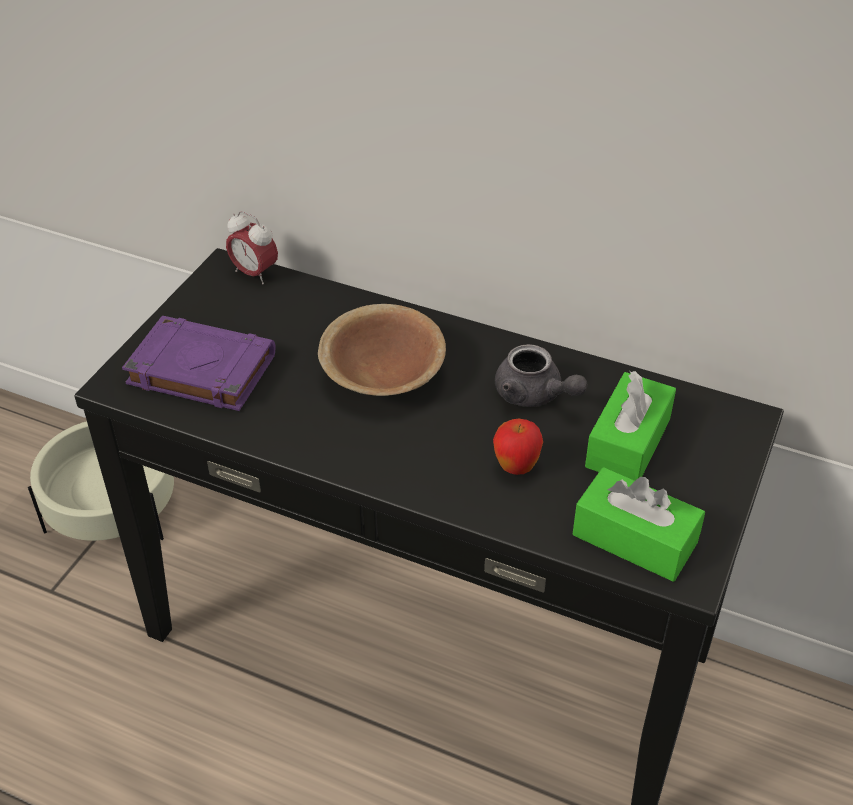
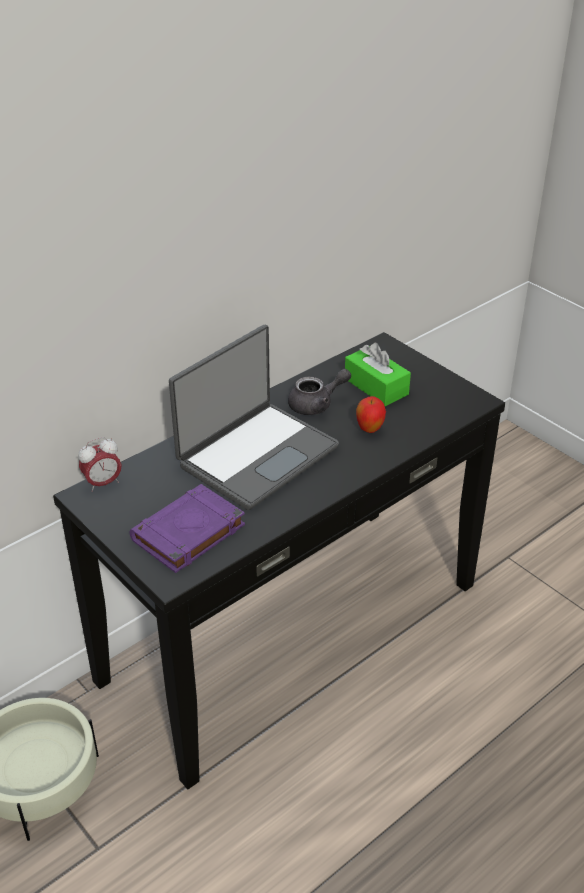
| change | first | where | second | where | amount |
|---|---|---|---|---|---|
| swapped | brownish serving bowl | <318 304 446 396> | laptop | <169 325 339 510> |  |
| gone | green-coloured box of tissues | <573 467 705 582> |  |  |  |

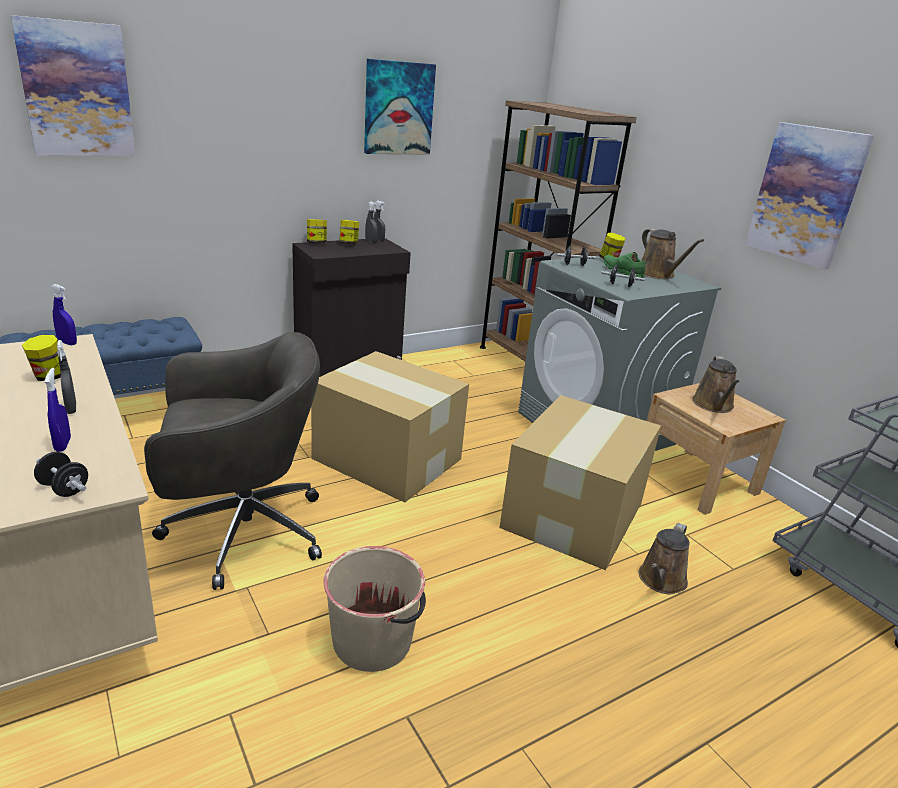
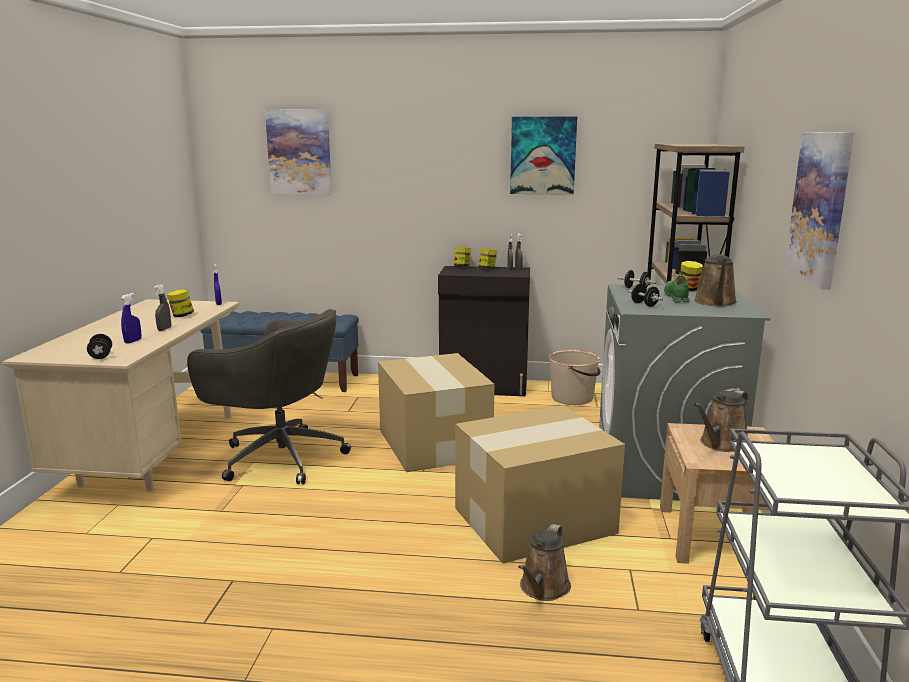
| change | first | where | second | where | amount |
|---|---|---|---|---|---|
| rotated | brownish watering can | <639 523 690 595> |  | <518 524 571 601> | 45 degrees counterclockwise |
| shifted | sand-coloured water bucket | <323 546 426 672> |  | <548 350 601 405> |  |

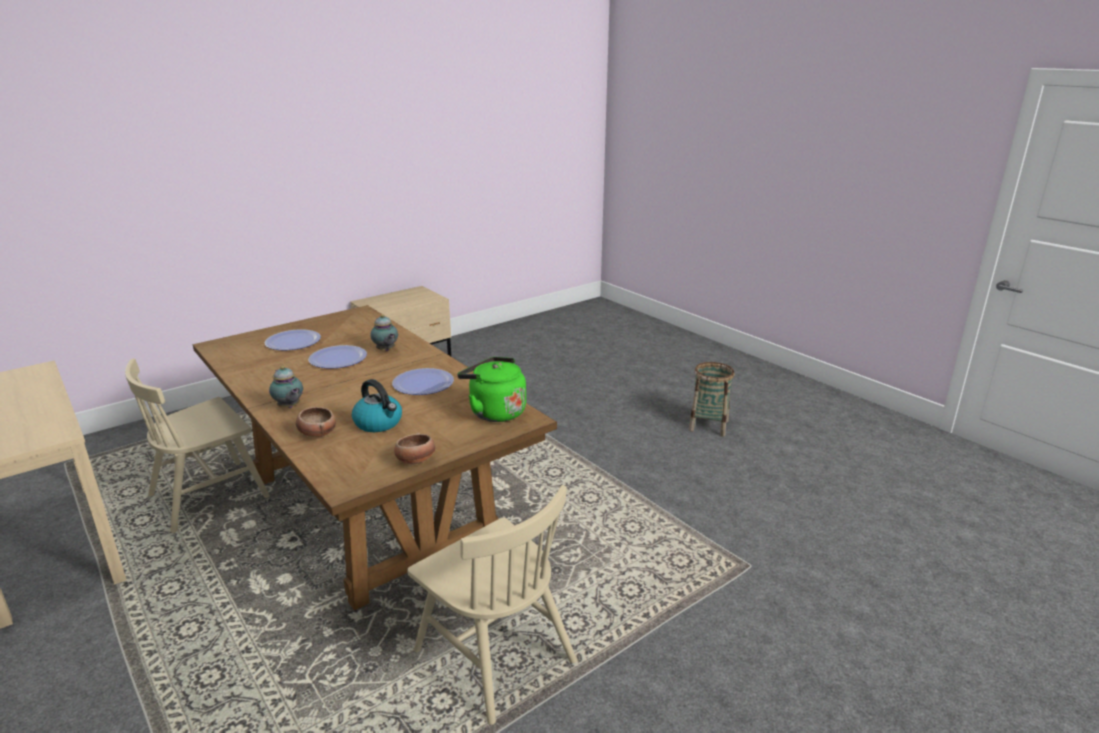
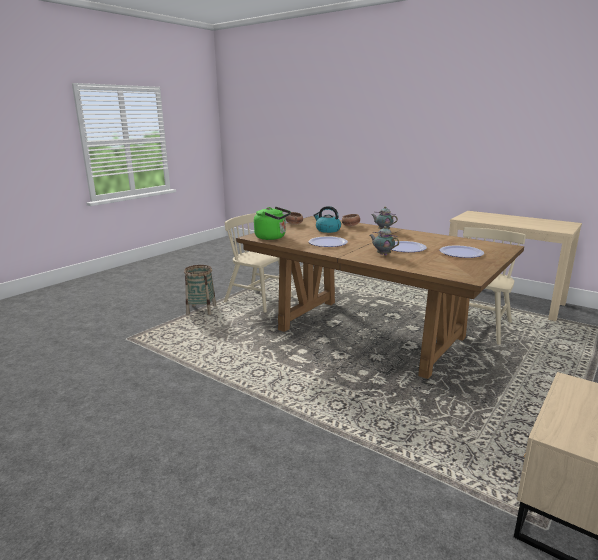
| change | first | where | second | where | amount |
|---|---|---|---|---|---|
| shifted | household basket | <689 362 735 437> |  | <184 265 216 315> |  |

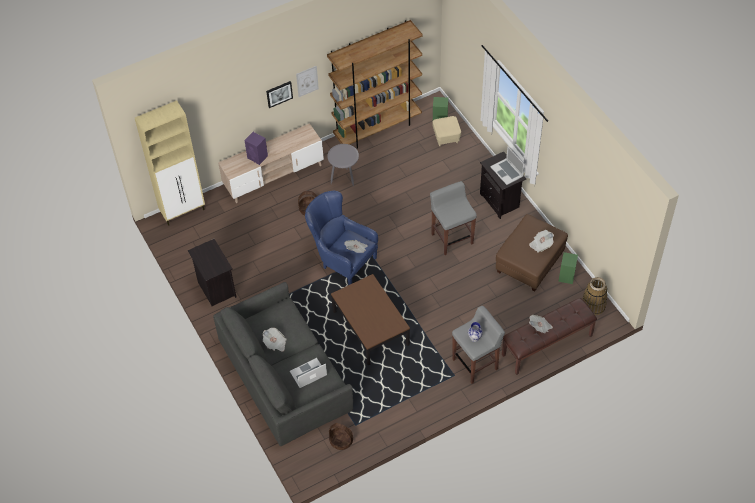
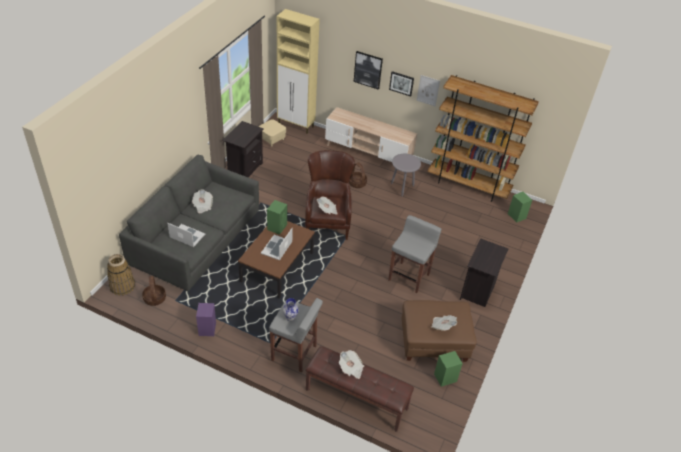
| change | first | where | second | where | amount |
|---|---|---|---|---|---|
| shifted | sand-coloured footrest | <432 116 461 146> |  | <258 119 286 146> |  |
| shifted | purple-coloured speaker | <244 132 268 165> |  | <196 303 216 336> |  |
| shifted | laptop | <490 146 525 185> |  | <261 228 293 260> |  |
| repainted | blue easy chair | <305 191 378 285> | brownish easy chair | <305 150 355 240> |  |
| shifted | household basket | <582 277 607 316> |  | <107 254 135 296> |  |
| new |  |  | wall picture | <354 51 383 90> |  |
| new |  |  | green-coloured speaker | <267 200 287 235> |  |

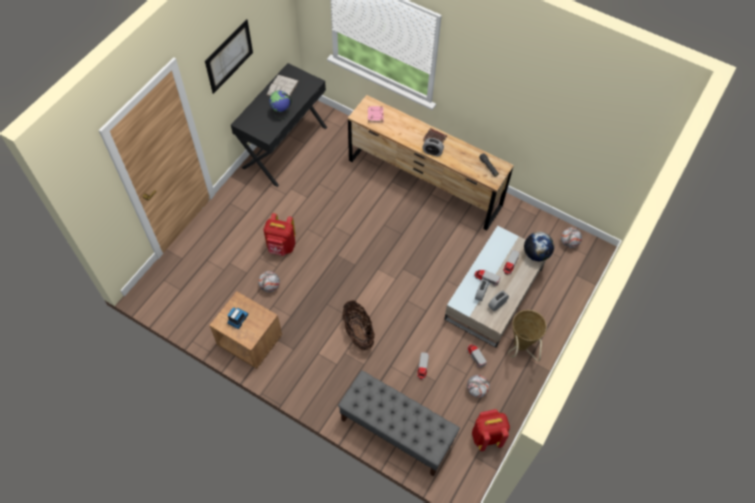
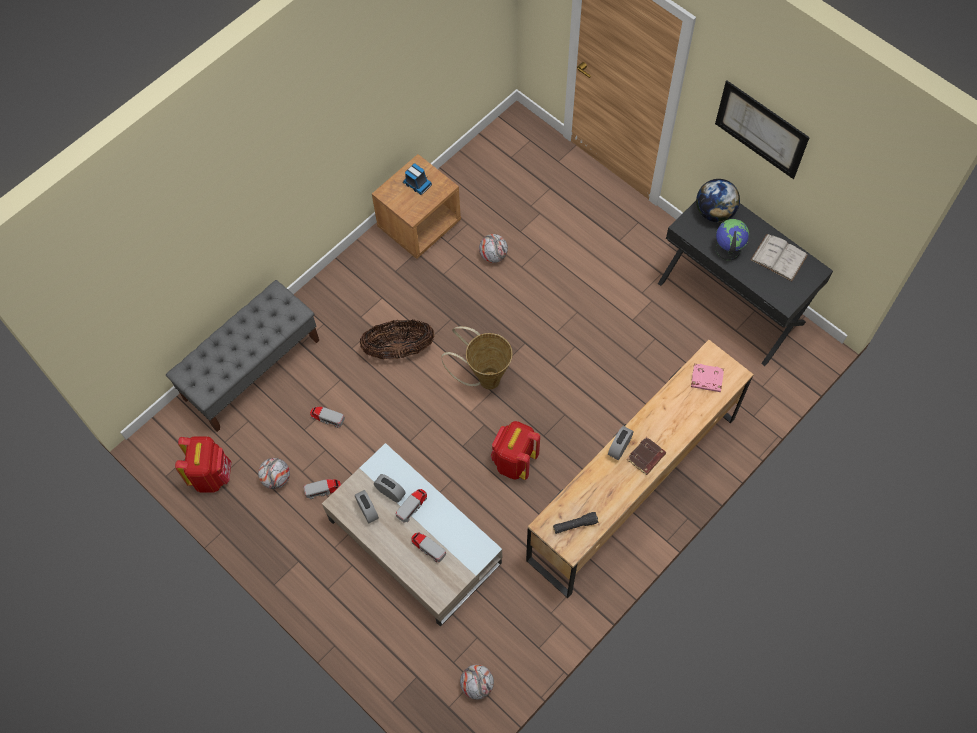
| change | first | where | second | where | amount |
|---|---|---|---|---|---|
| shifted | red-coloured rucksack | <263 213 295 256> |  | <491 421 540 480> |  |
| shifted | globe | <524 232 554 261> |  | <696 179 740 222> |  |
| shifted | household basket | <508 310 547 361> |  | <441 326 513 390> |  |

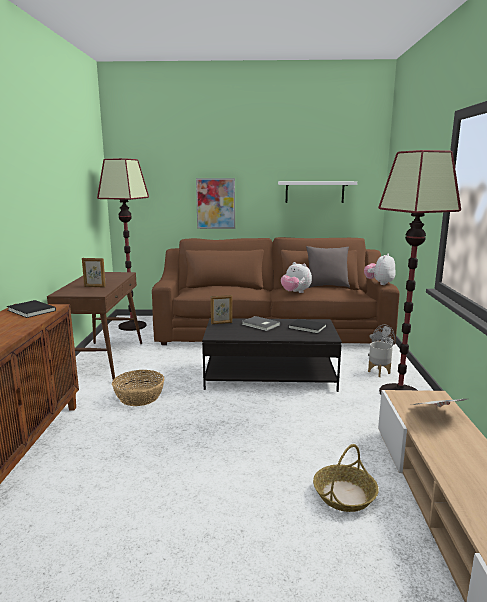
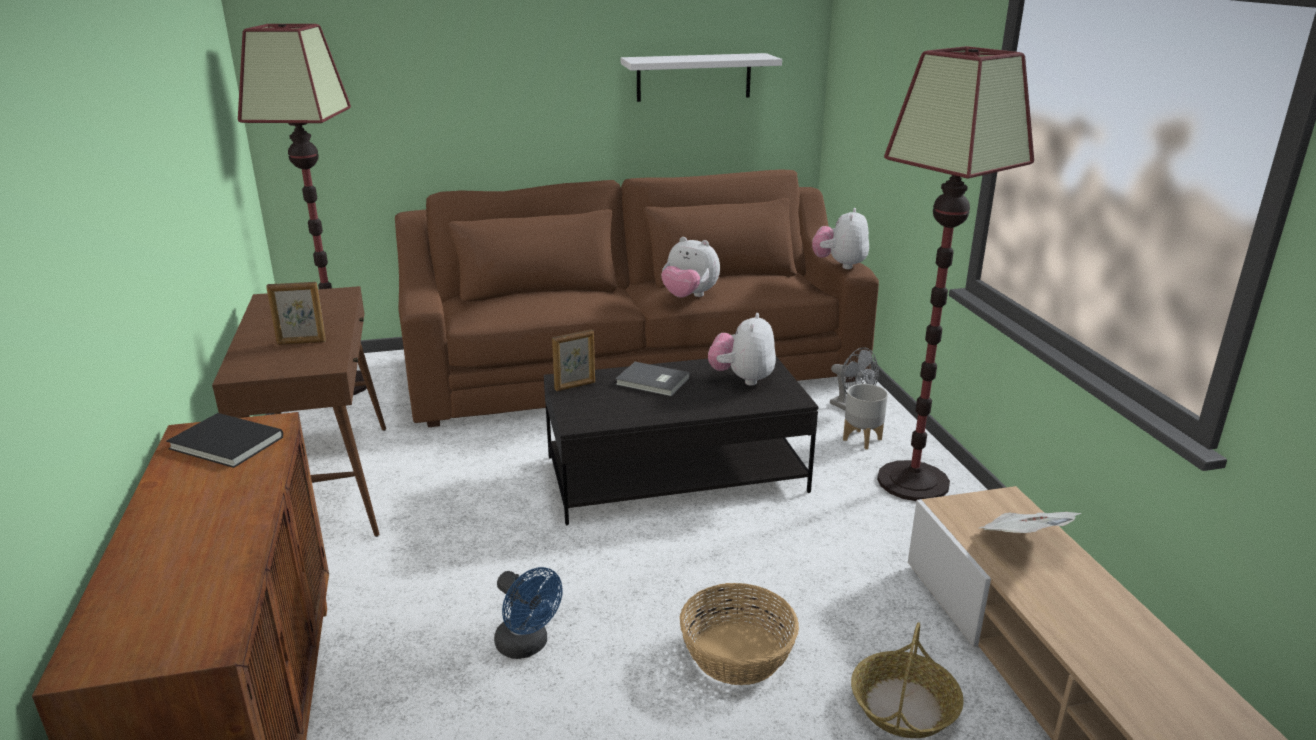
| change | first | where | second | where | amount |
|---|---|---|---|---|---|
| gone | wall picture | <196 178 235 229> |  |  |  |
| gone | grey cushion | <306 246 350 288> |  |  |  |
| swapped | black bound book | <289 319 327 334> | cuddly toy | <708 313 776 386> |  |
| shifted | household basket | <112 370 165 406> |  | <680 583 799 685> |  |
| new |  |  | blue fan | <494 567 563 659> |  |

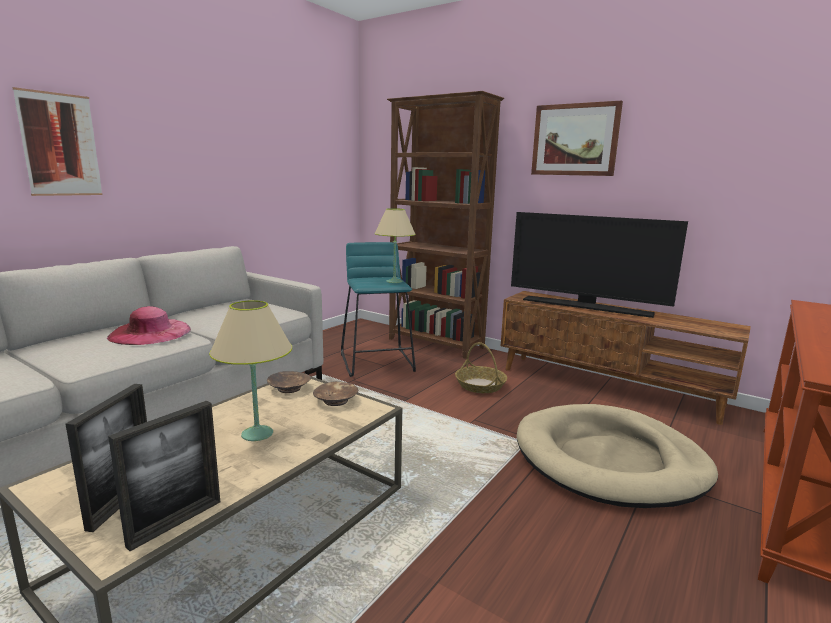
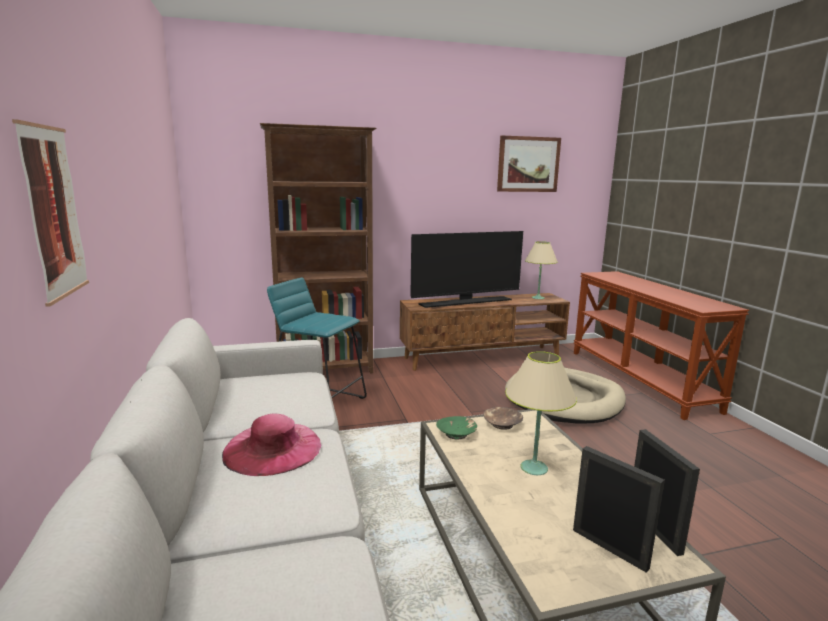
| change | first | where | second | where | amount |
|---|---|---|---|---|---|
| shifted | wall picture | <531 101 623 176> |  | <497 135 561 192> |  |
| shifted | sand-coloured lamp for a table | <374 208 416 283> |  | <525 241 558 299> |  |
| gone | household basket | <455 342 507 393> |  |  |  |
| repainted | brownish serving bowl | <267 371 311 393> | green-coloured serving bowl | <436 416 477 439> |  |

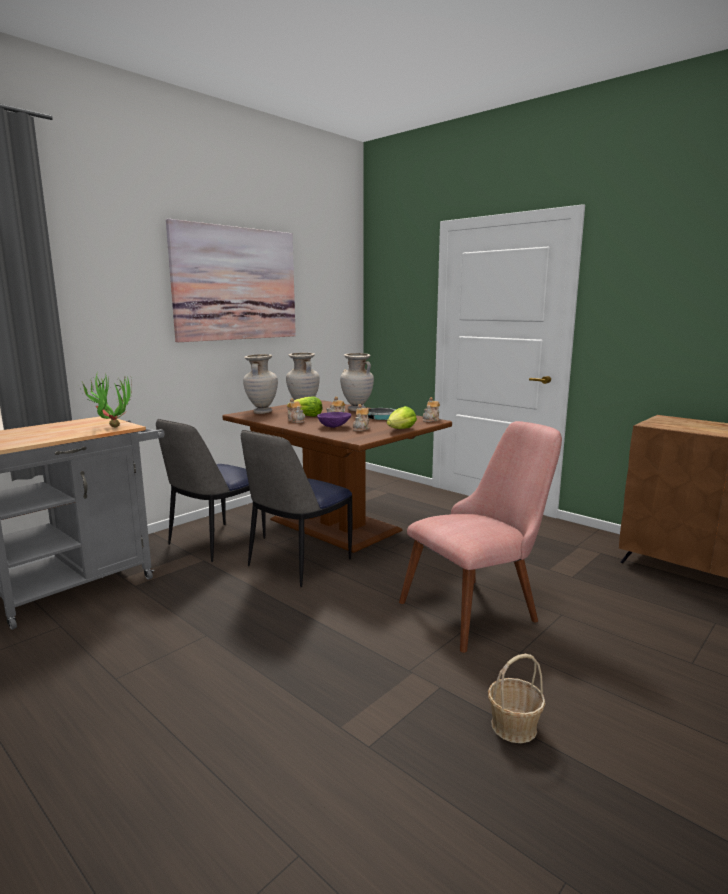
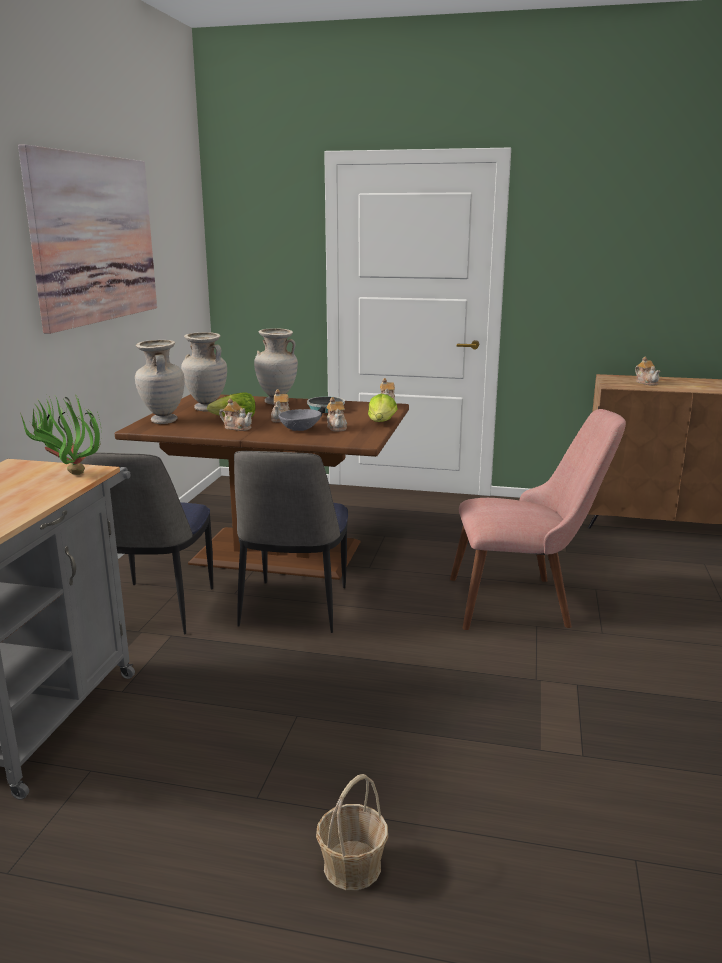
| change | first | where | second | where | amount |
|---|---|---|---|---|---|
| repainted | purple-coloured serving bowl | <317 412 351 428> | grey serving bowl | <279 409 322 431> |  |
| rotated | pink upright chair | <399 421 562 653> |  | <450 409 626 630> | 60 degrees clockwise |
| shifted | household basket | <488 654 546 743> |  | <316 774 388 890> |  |
| new |  |  | pot for tea | <635 357 660 386> |  |

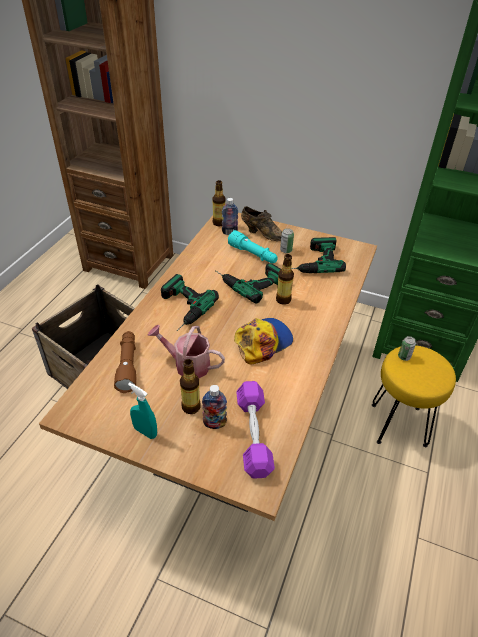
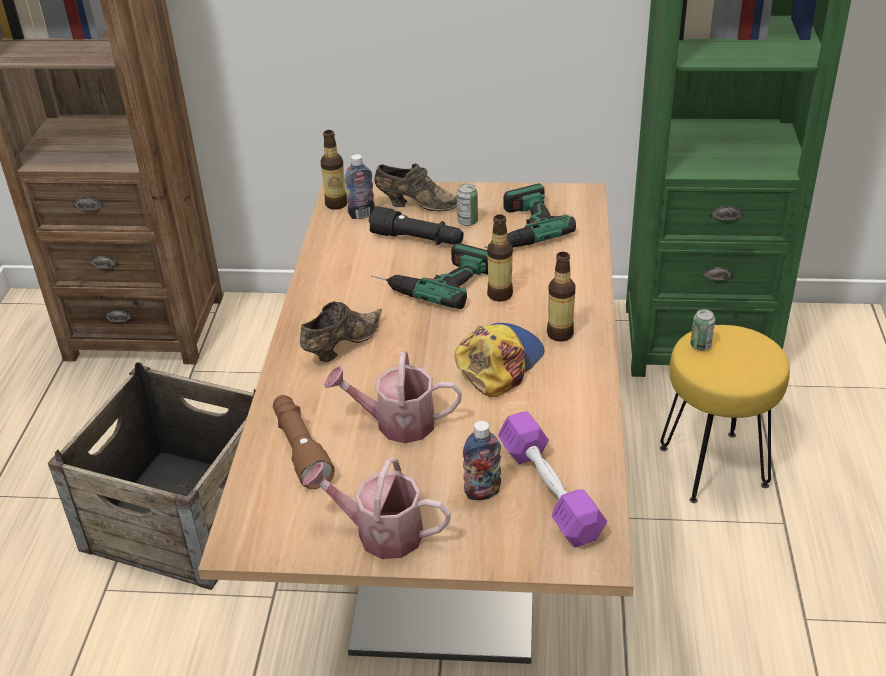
| change | first | where | second | where | amount |
|---|---|---|---|---|---|
| repainted | blue-green flashlight | <228 230 278 263> | black flashlight | <369 206 464 245> |  |
| swapped | power drill | <161 274 219 331> | brownish shoe | <300 301 382 362> |  |
| shifted | bottle | <180 359 201 414> |  | <547 252 575 341> |  |
| swapped | blue-green sprayer | <128 382 157 439> | watering can | <303 458 451 559> |  |

